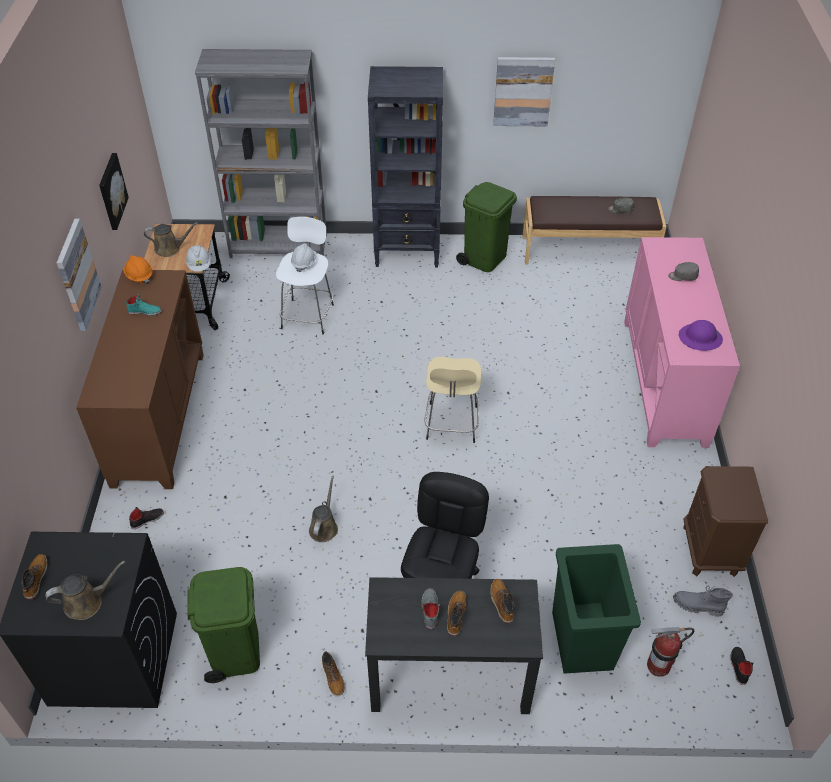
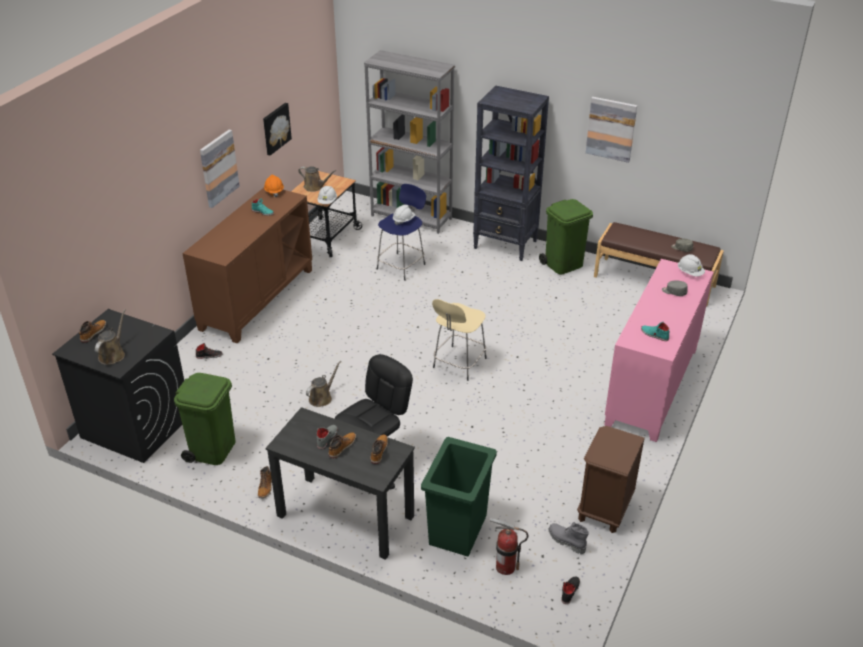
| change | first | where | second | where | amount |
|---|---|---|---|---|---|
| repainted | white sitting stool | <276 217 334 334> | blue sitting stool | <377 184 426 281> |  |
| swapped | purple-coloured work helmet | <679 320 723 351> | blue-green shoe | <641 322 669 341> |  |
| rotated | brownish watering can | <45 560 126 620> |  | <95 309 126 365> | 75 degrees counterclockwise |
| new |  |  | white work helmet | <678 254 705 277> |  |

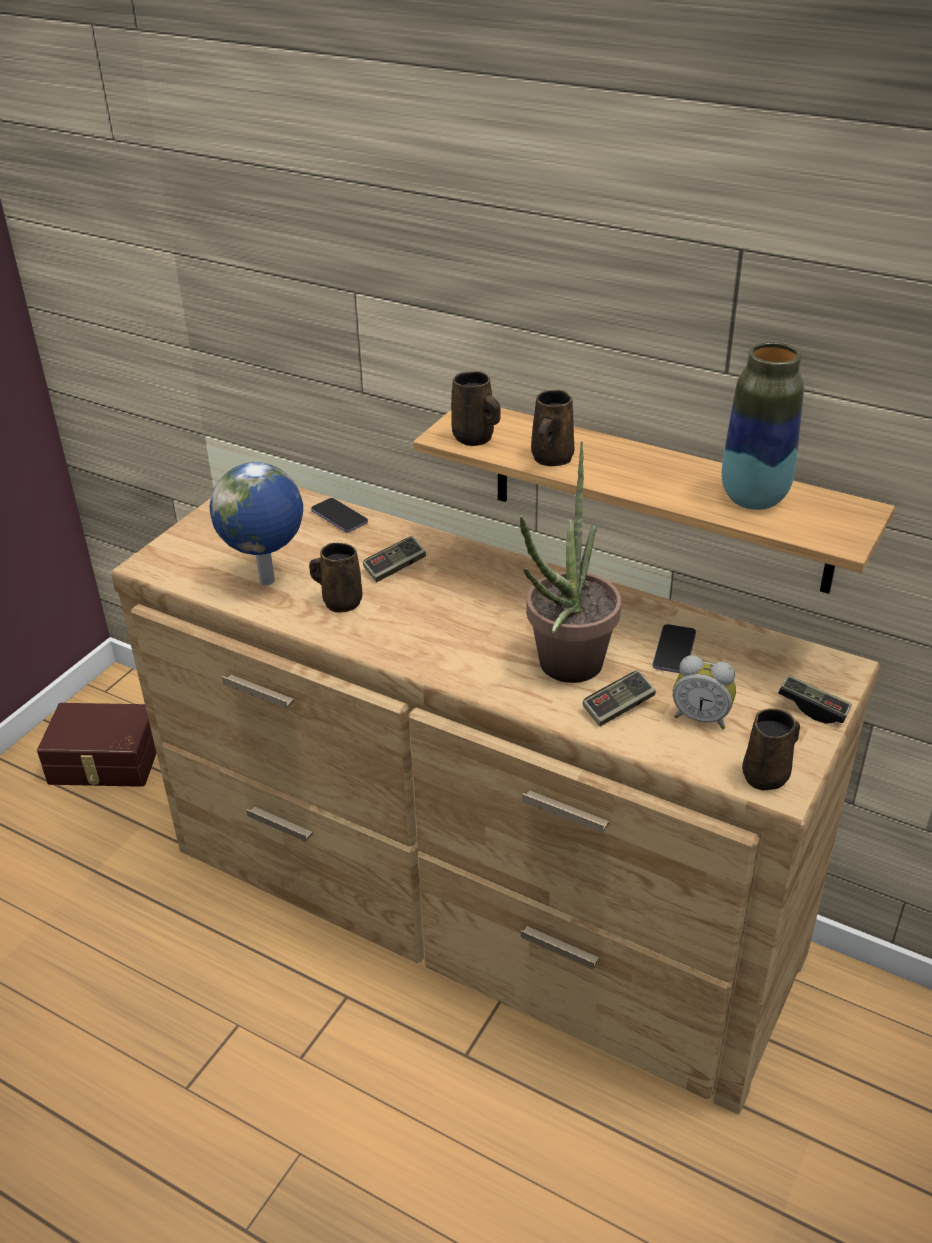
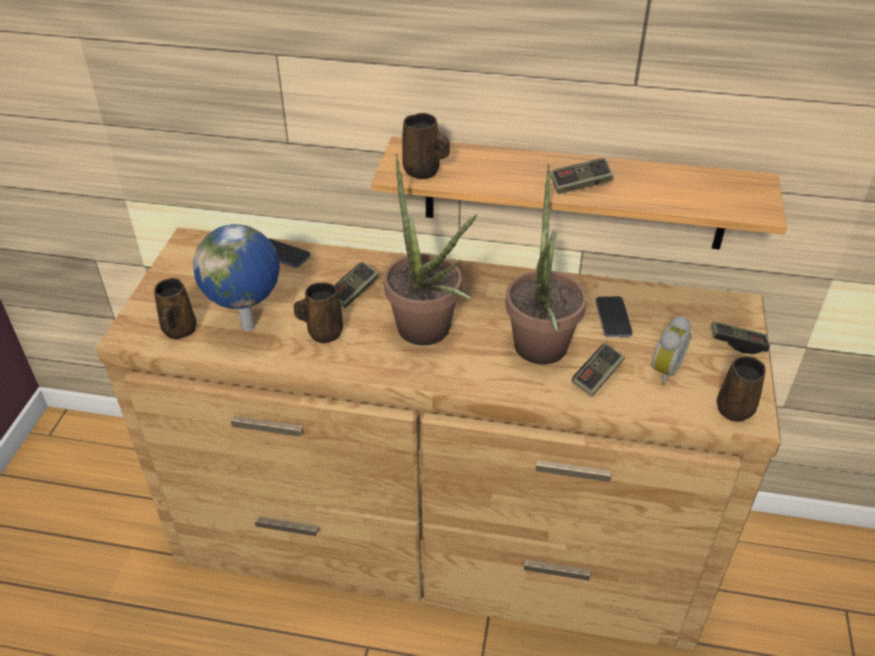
| change | first | where | second | where | amount |
|---|---|---|---|---|---|
| gone | decorative vase | <722 342 804 510> |  |  |  |
| shifted | brownish coffee mug | <531 390 574 466> |  | <154 278 196 339> |  |
| rotated | alarm clock | <673 655 736 729> |  | <650 316 691 386> | 60 degrees counterclockwise |
| gone | brownish storage bin | <37 703 157 787> |  |  |  |
| new |  |  | plant in a pot | <384 154 477 345> |  |
| new |  |  | joypad | <551 158 613 194> |  |

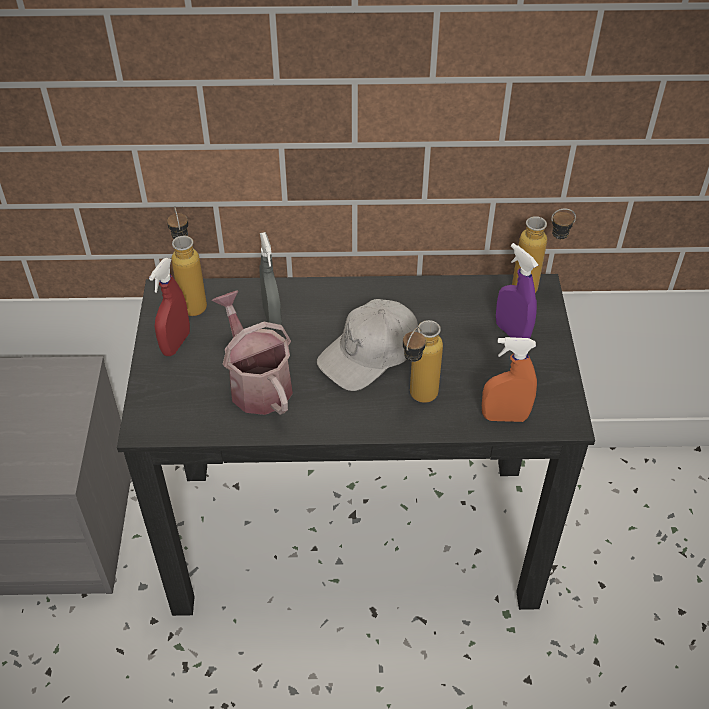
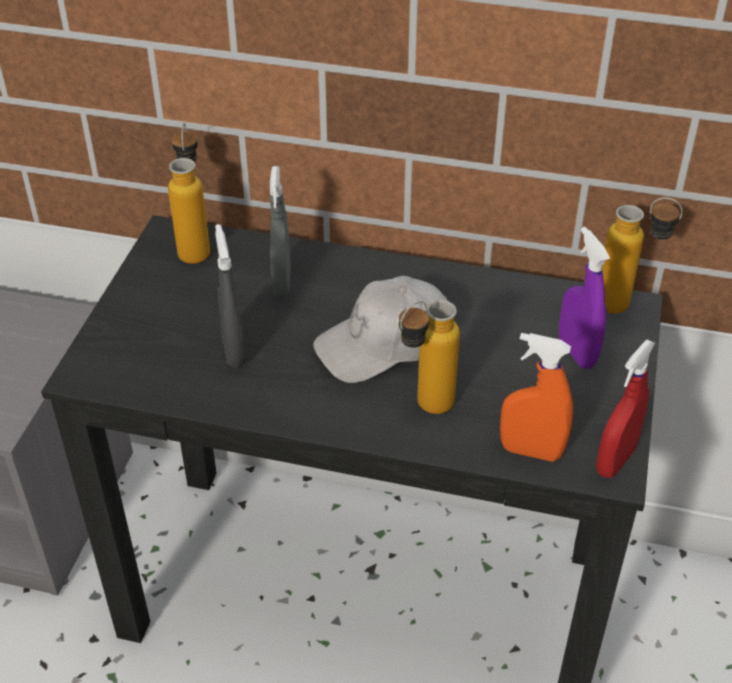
| change | first | where | second | where | amount |
|---|---|---|---|---|---|
| shifted | red-coloured sprayer | <149 258 190 356> |  | <596 340 655 478> |  |
| swapped | watering can | <212 291 293 415> | grey sprayer | <215 224 245 367> |  |

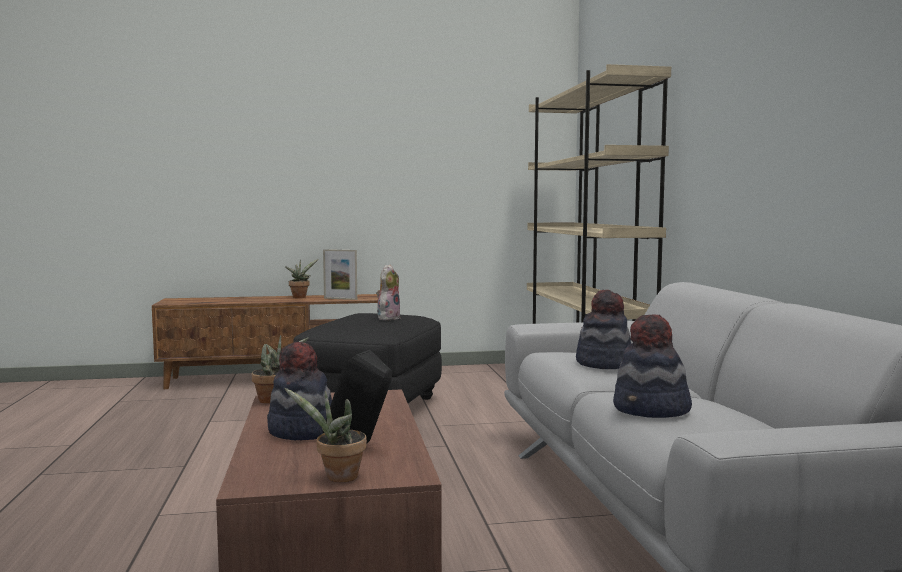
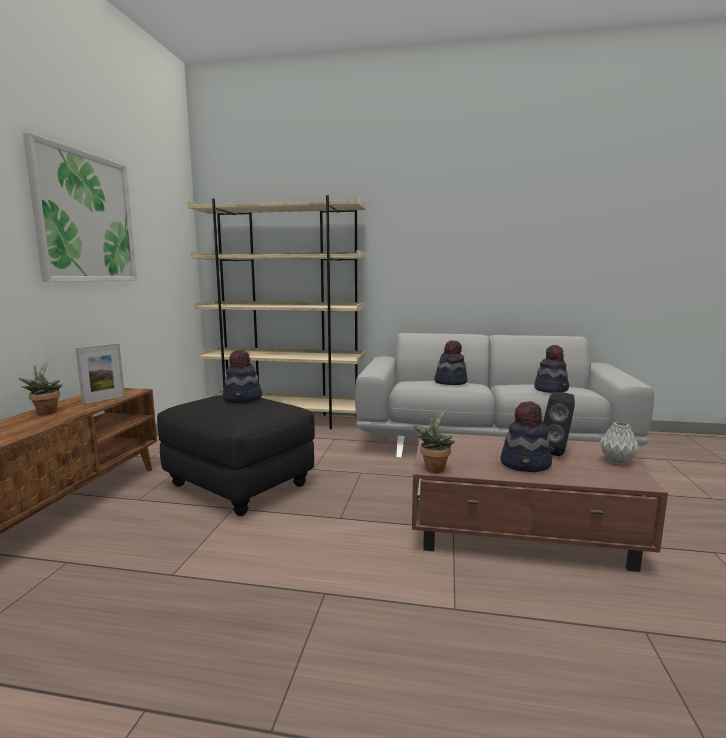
| change | first | where | second | where | amount |
|---|---|---|---|---|---|
| swapped | cuddly toy | <376 265 400 320> | hat | <223 350 262 403> |  |
| swapped | plant in a pot | <284 388 367 482> | grey decorative vase | <600 422 640 465> |  |
| new |  |  | wall picture | <23 133 137 282> |  |

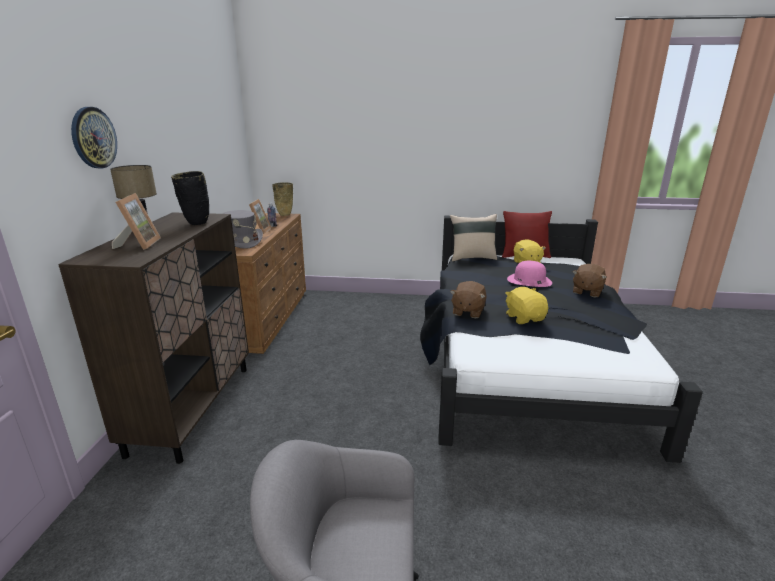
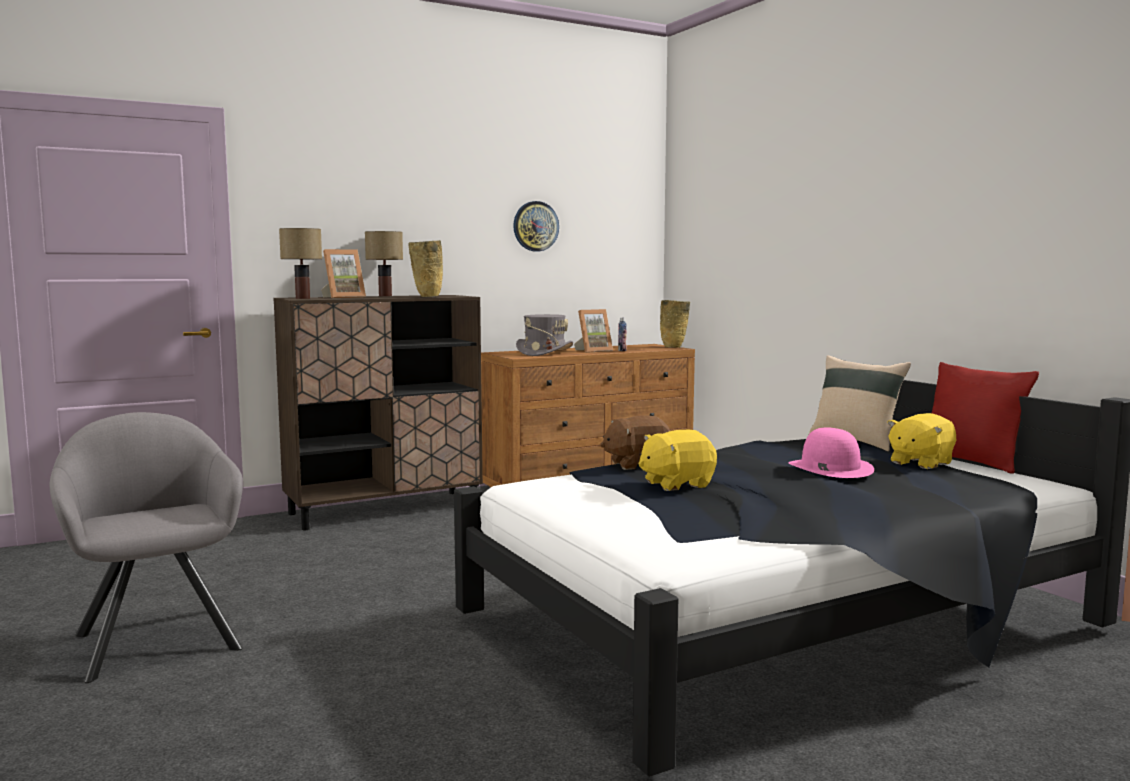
| change | first | where | second | where | amount |
|---|---|---|---|---|---|
| shifted | hanging clock | <71 107 117 168> |  | <513 201 559 251> |  |
| repainted | black decorative vase | <171 171 209 225> | sand-coloured decorative vase | <408 240 443 297> |  |
| gone | brownish cuddly toy | <573 264 607 298> |  |  |  |
| rotated | yellowish cuddly toy | <505 287 548 324> |  | <638 430 717 491> | 150 degrees counterclockwise |
| new |  |  | lamp for a table | <279 228 322 299> |  |

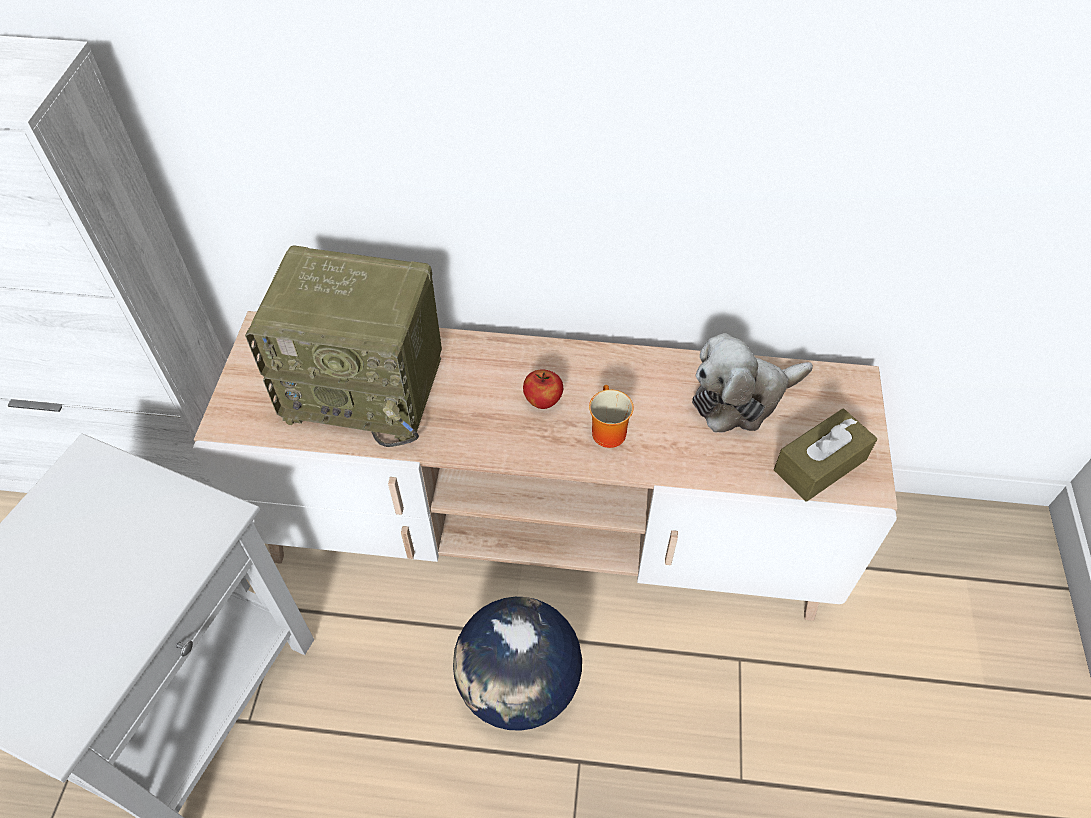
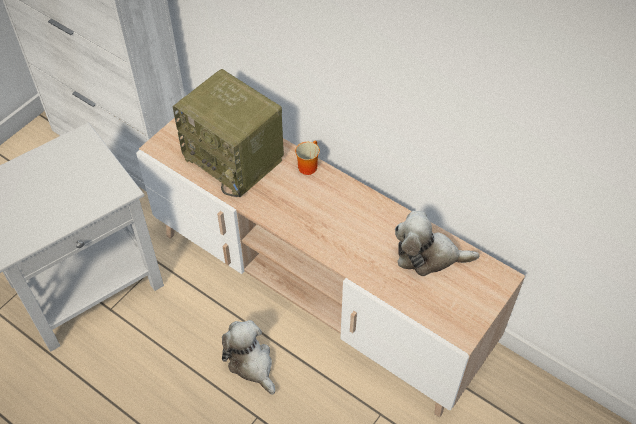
| change | first | where | second | where | amount |
|---|---|---|---|---|---|
| gone | apple fruit | <523 370 563 409> |  |  |  |
| shifted | coffee mug | <589 385 633 448> |  | <295 141 320 175> |  |
| gone | brownish box of tissues | <774 408 877 502> |  |  |  |
| swapped | globe | <453 597 582 731> | cuddly toy | <222 320 275 395> |  |

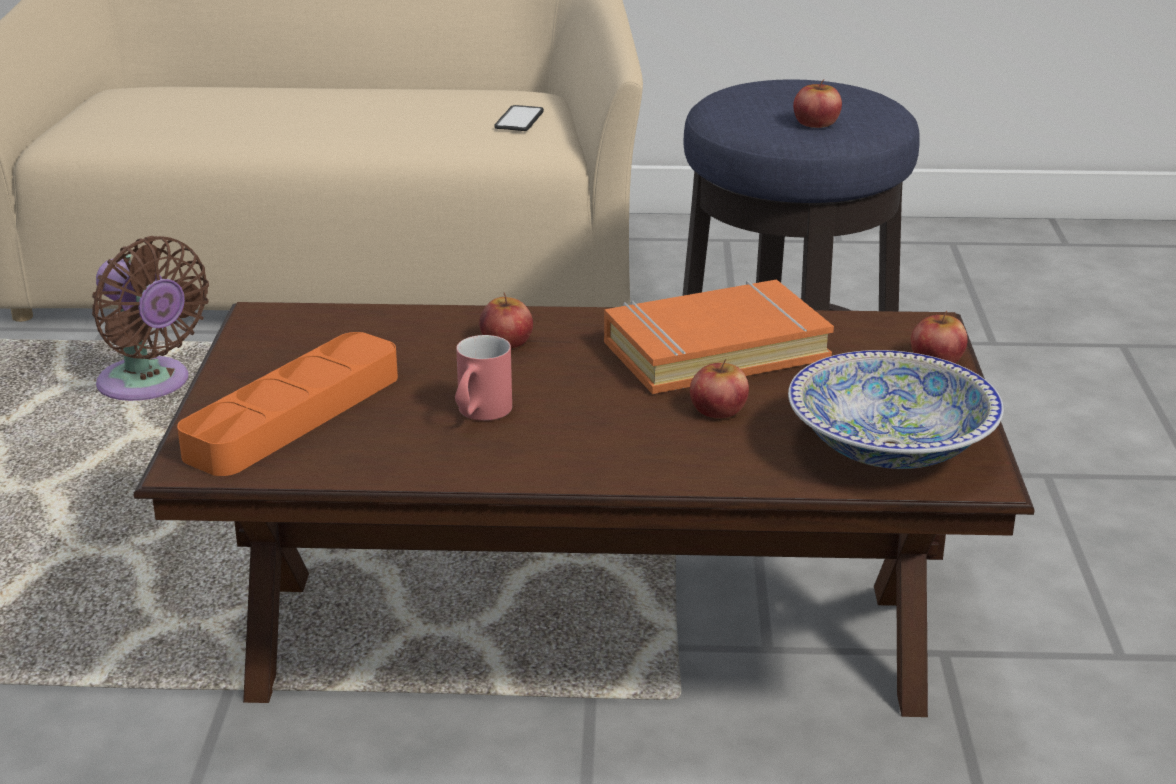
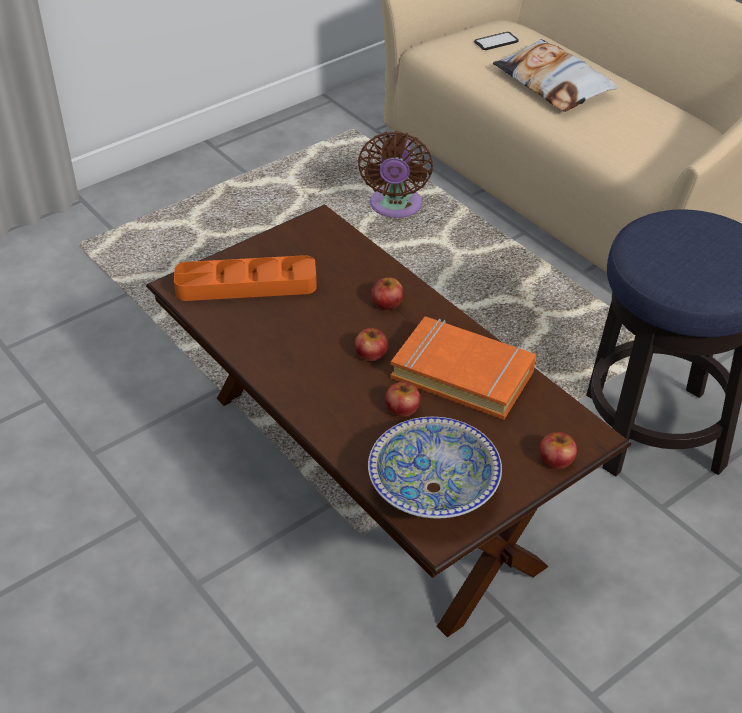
| change | first | where | second | where | amount |
|---|---|---|---|---|---|
| shifted | apple fruit | <793 79 842 128> |  | <354 328 388 361> |  |
| shifted | telephone | <494 105 544 131> |  | <474 32 519 50> |  |
| gone | red-coloured coffee mug | <455 335 512 421> |  |  |  |
| new |  |  | cushion | <493 39 618 112> |  |

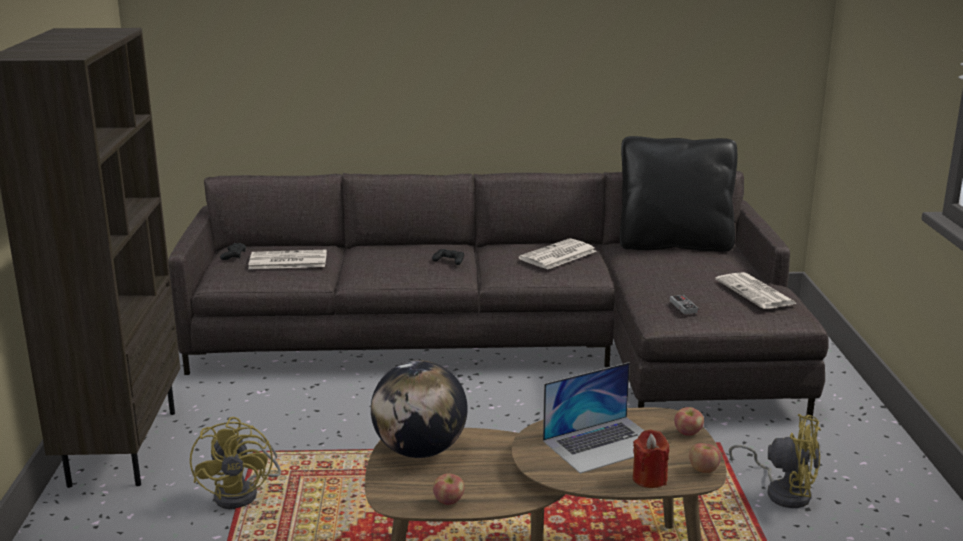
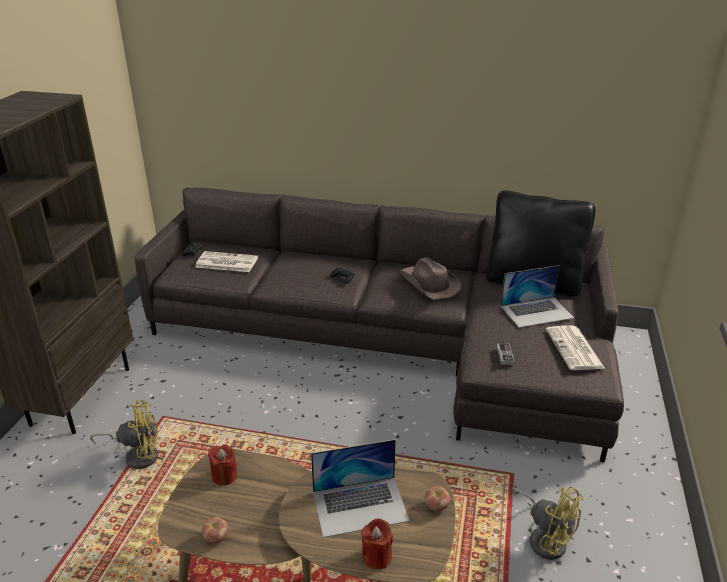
| change | first | where | second | where | amount |
|---|---|---|---|---|---|
| swapped | printed paper | <519 238 597 270> | brownish hat | <399 257 461 300> |  |
| swapped | globe | <371 360 468 458> | red-coloured wax candle | <208 445 238 486> |  |
| rotated | yellowish fan | <190 417 281 509> |  | <90 400 158 469> | 105 degrees counterclockwise |
| gone | apple fruit | <689 443 721 473> |  |  |  |
| new |  |  | laptop | <501 265 574 328> |  |

